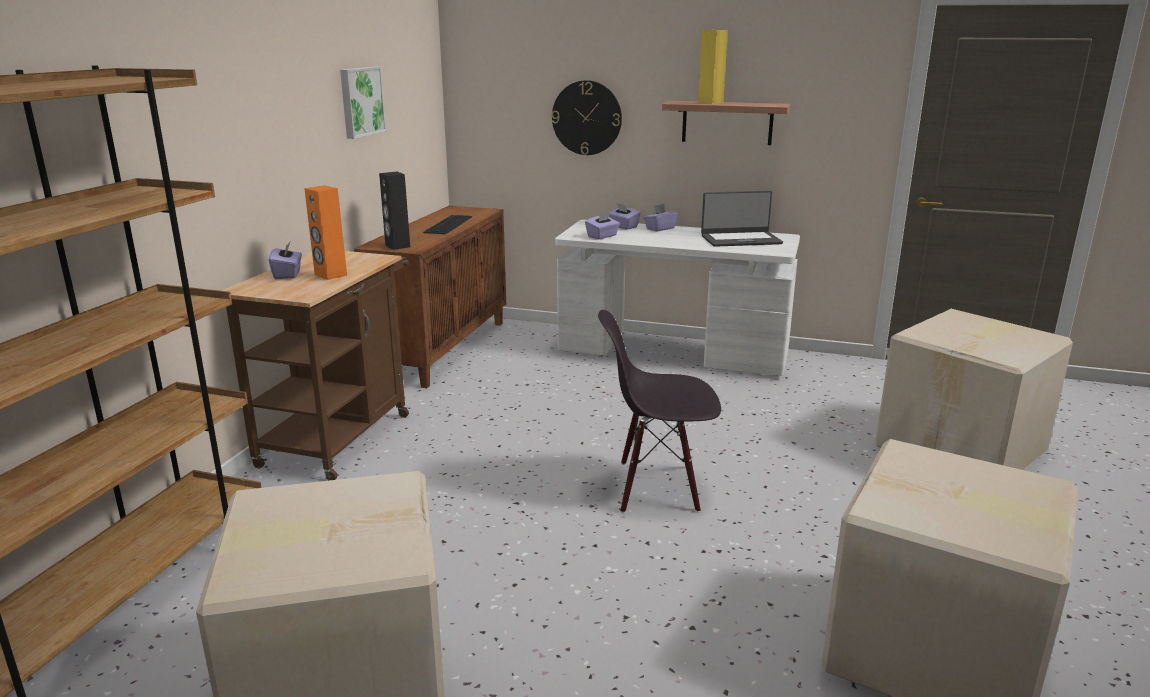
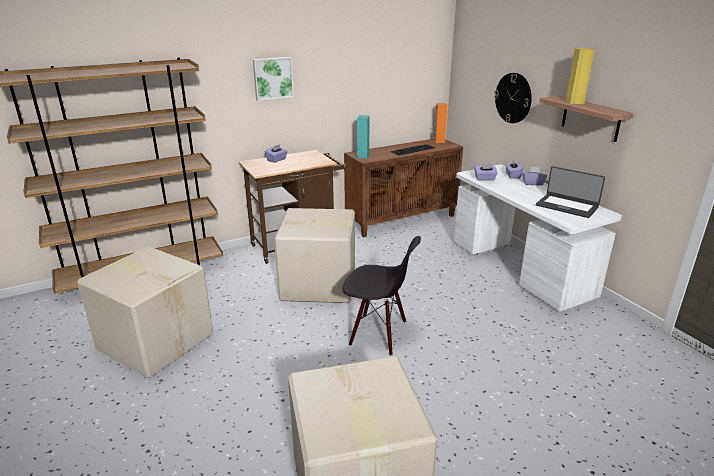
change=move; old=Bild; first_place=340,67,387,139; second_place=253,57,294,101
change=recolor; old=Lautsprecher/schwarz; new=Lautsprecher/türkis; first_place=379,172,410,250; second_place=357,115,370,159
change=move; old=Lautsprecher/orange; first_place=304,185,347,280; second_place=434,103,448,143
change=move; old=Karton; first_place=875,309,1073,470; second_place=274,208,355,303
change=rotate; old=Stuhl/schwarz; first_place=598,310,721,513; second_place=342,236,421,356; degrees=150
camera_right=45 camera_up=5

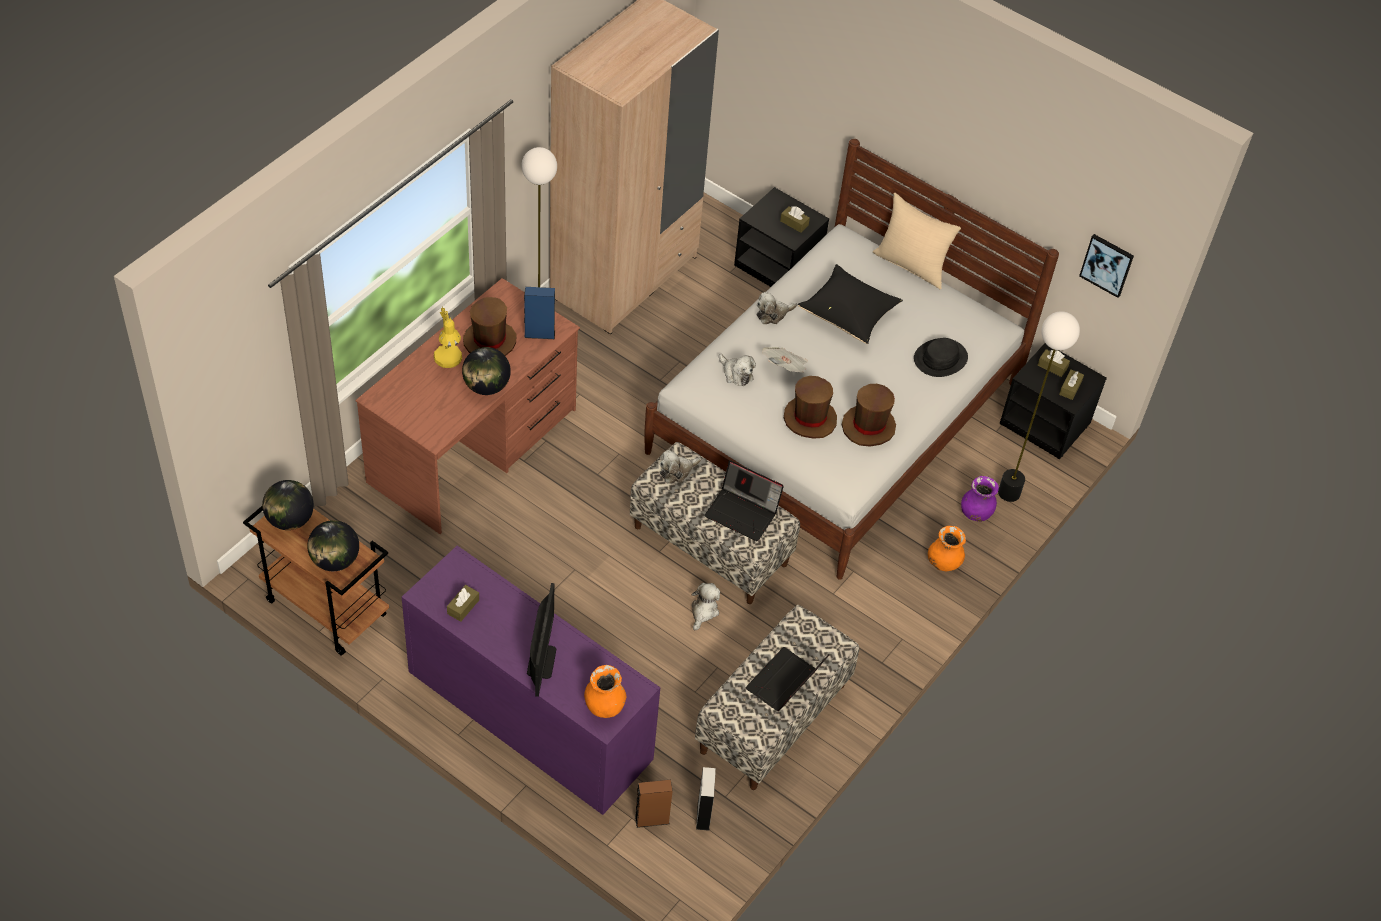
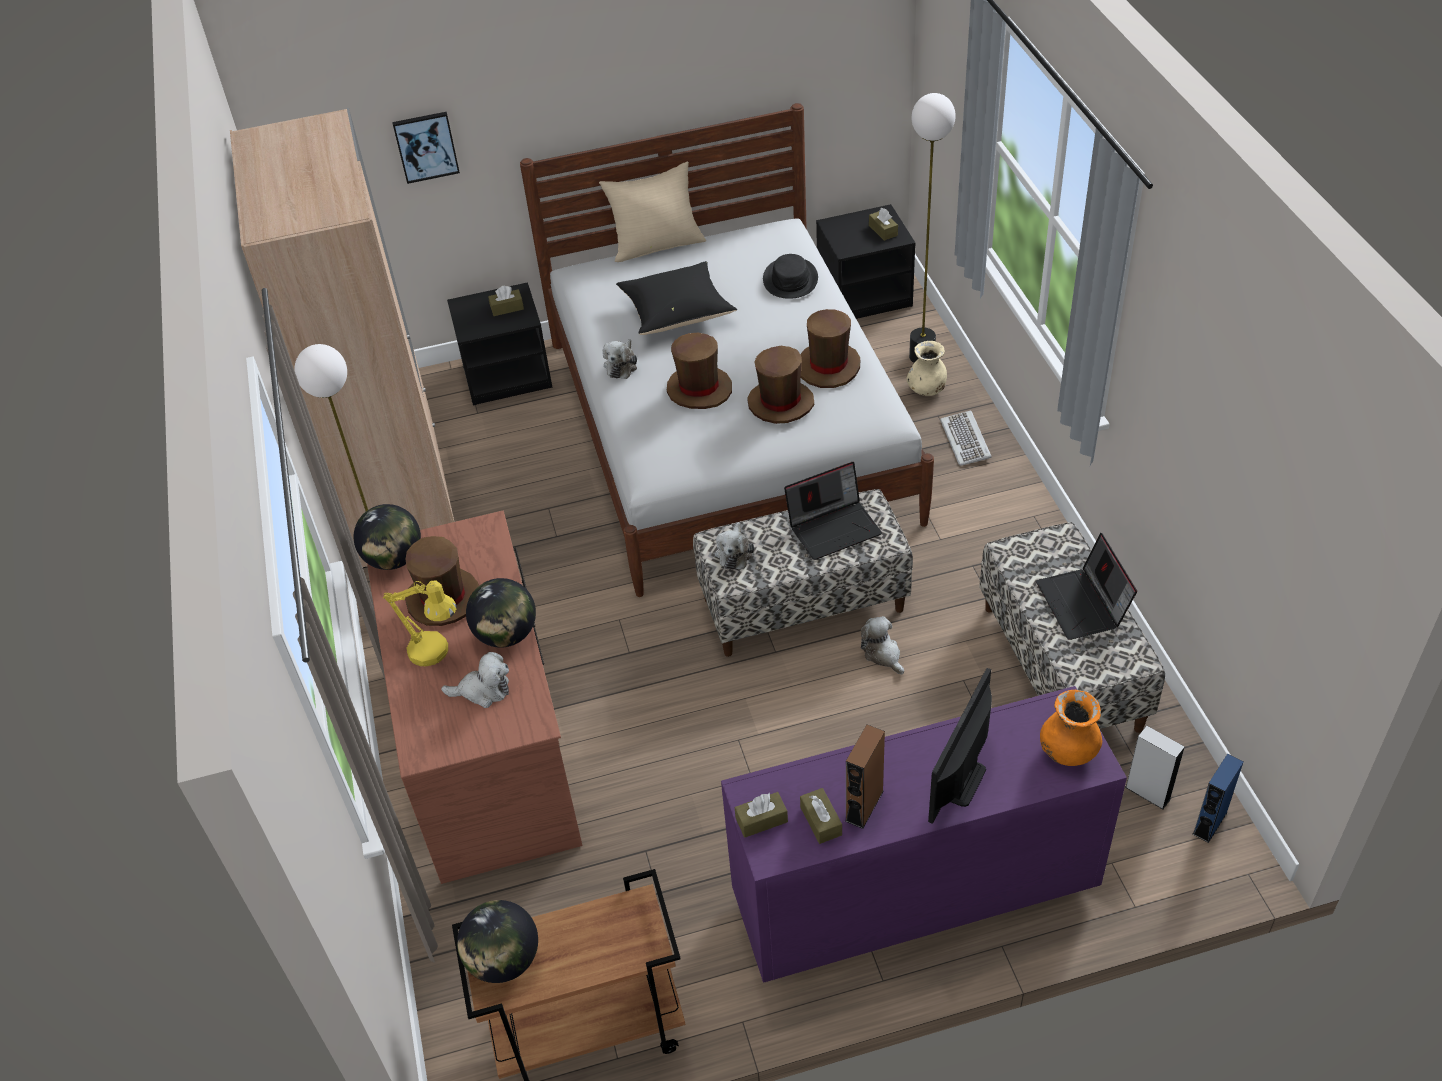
change=move; old=Bild; first_place=1079,234,1134,298; second_place=392,112,460,184
change=move; old=Lautsprecher/blau; first_place=524,287,555,339; second_place=1193,754,1243,843
change=replace; old=Zeitung; new=Hut/braun; first_place=762,347,808,373; second_place=667,333,732,409
change=move; old=Taschentuchbox/braun; first_place=1038,349,1070,377; second_place=735,792,788,838
change=move; old=Plüschtier; first_place=719,354,756,386; second_place=441,652,509,708
change=recolor; old=Vase/lila; new=Vase/beige; first_place=961,476,999,522; second_place=907,341,947,396
change=move; old=Globus; first_place=307,520,359,571; second_place=354,504,421,570
change=replace; old=Vase/orange; new=Tastatur; first_place=928,526,966,571; second_place=940,411,992,466
change=rotate; old=Monitor; first_place=527,583,556,697; second_place=928,668,992,824; degrees=-105
change=move; old=Lautsprecher/braun; first_place=635,780,673,828; second_place=845,725,885,829
camera_right=-45 camera_up=-5

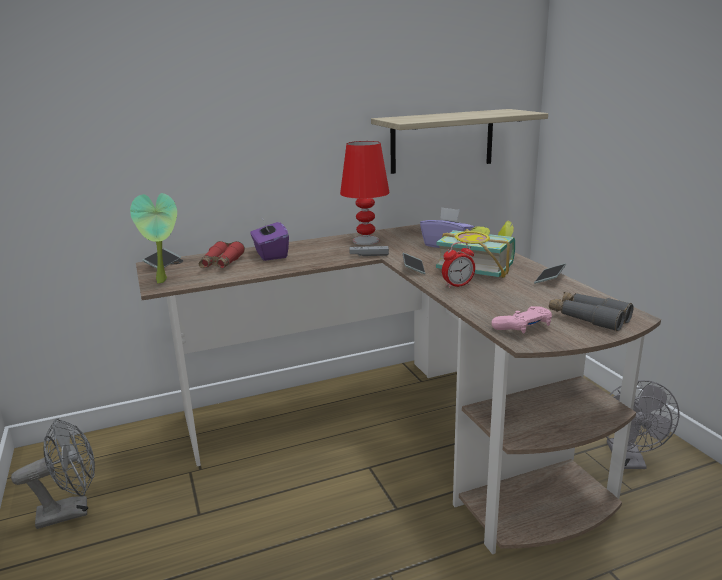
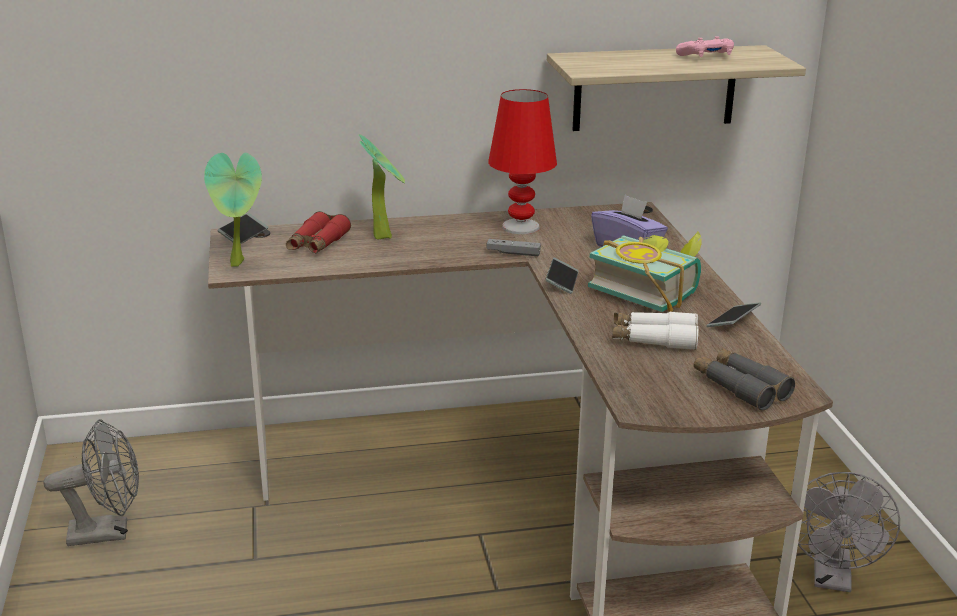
change=replace; old=Taschentuchbox/lila; new=Topfpflanze; first_place=250,216,289,261; second_place=359,134,405,239
change=delete; old=Wecker; first_place=442,242,475,288
change=move; old=Gamepad/rosa; first_place=491,306,552,334; second_place=676,36,734,57
change=insert; new=Fernglas/weiß; second_place=612,312,698,350
camera_right=10 camera_up=5

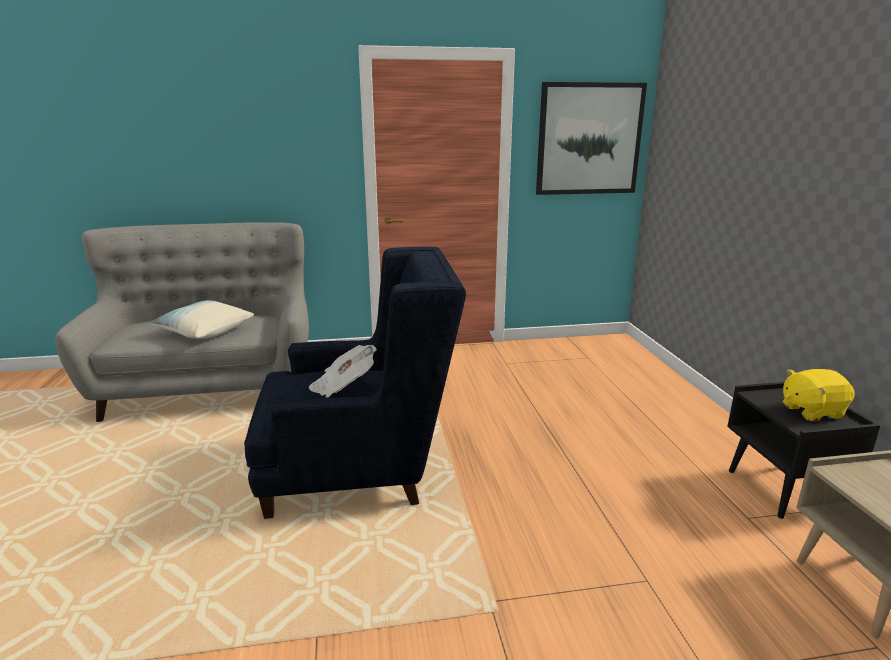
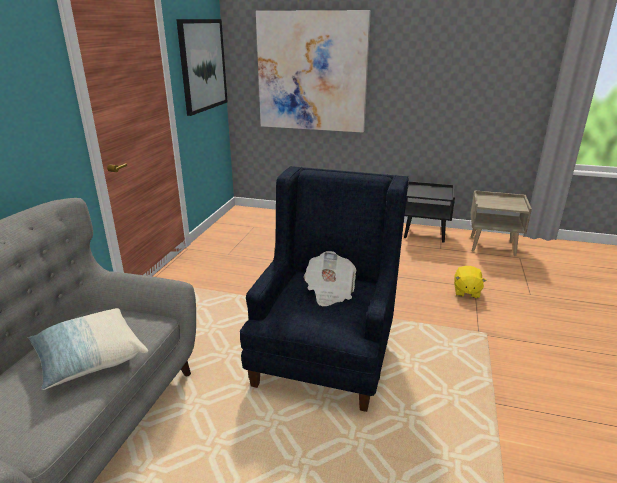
change=move; old=Plüschtier/gelb; first_place=783,369,855,421; second_place=454,266,487,298
change=insert; new=Bild; second_place=256,10,371,133
camera_right=-65 camera_up=5

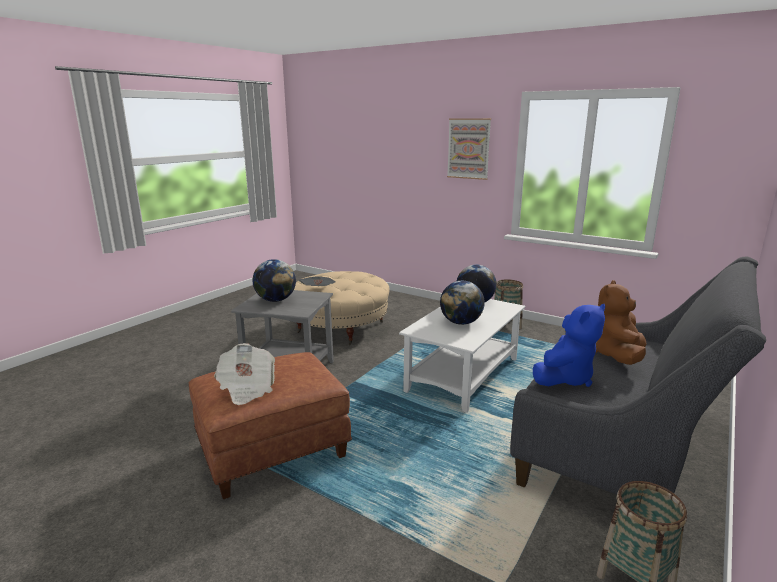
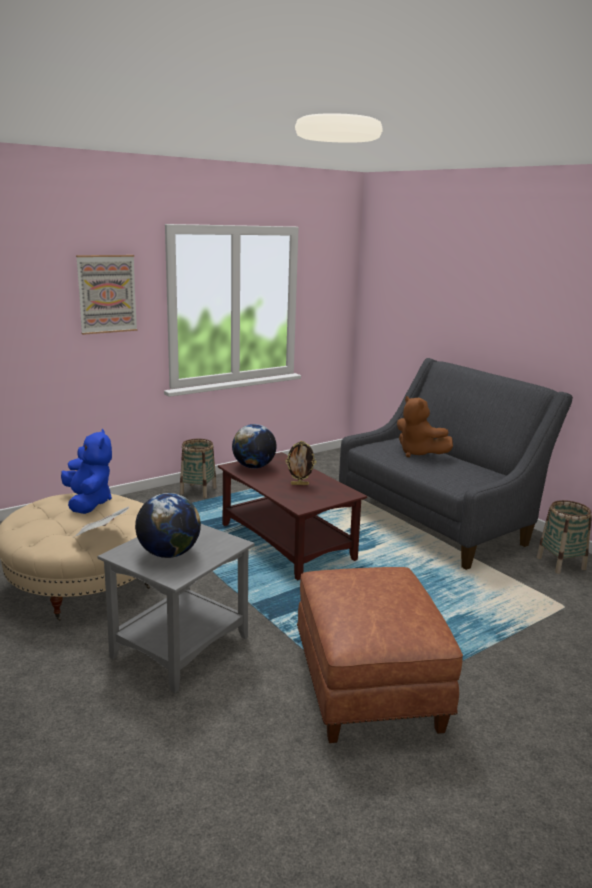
change=replace; old=Globus; new=Bilderrahmen; first_place=440,281,485,325; second_place=286,441,316,485
change=recolor; old=Couchtisch/weiß; new=Couchtisch/braun; first_place=399,299,525,413; second_place=218,452,367,580
change=move; old=Plüschtier/blau; first_place=533,304,605,387; second_place=61,429,112,514
change=delete; old=Zeitung; first_place=214,343,275,405
camera_right=-70 camera_up=0

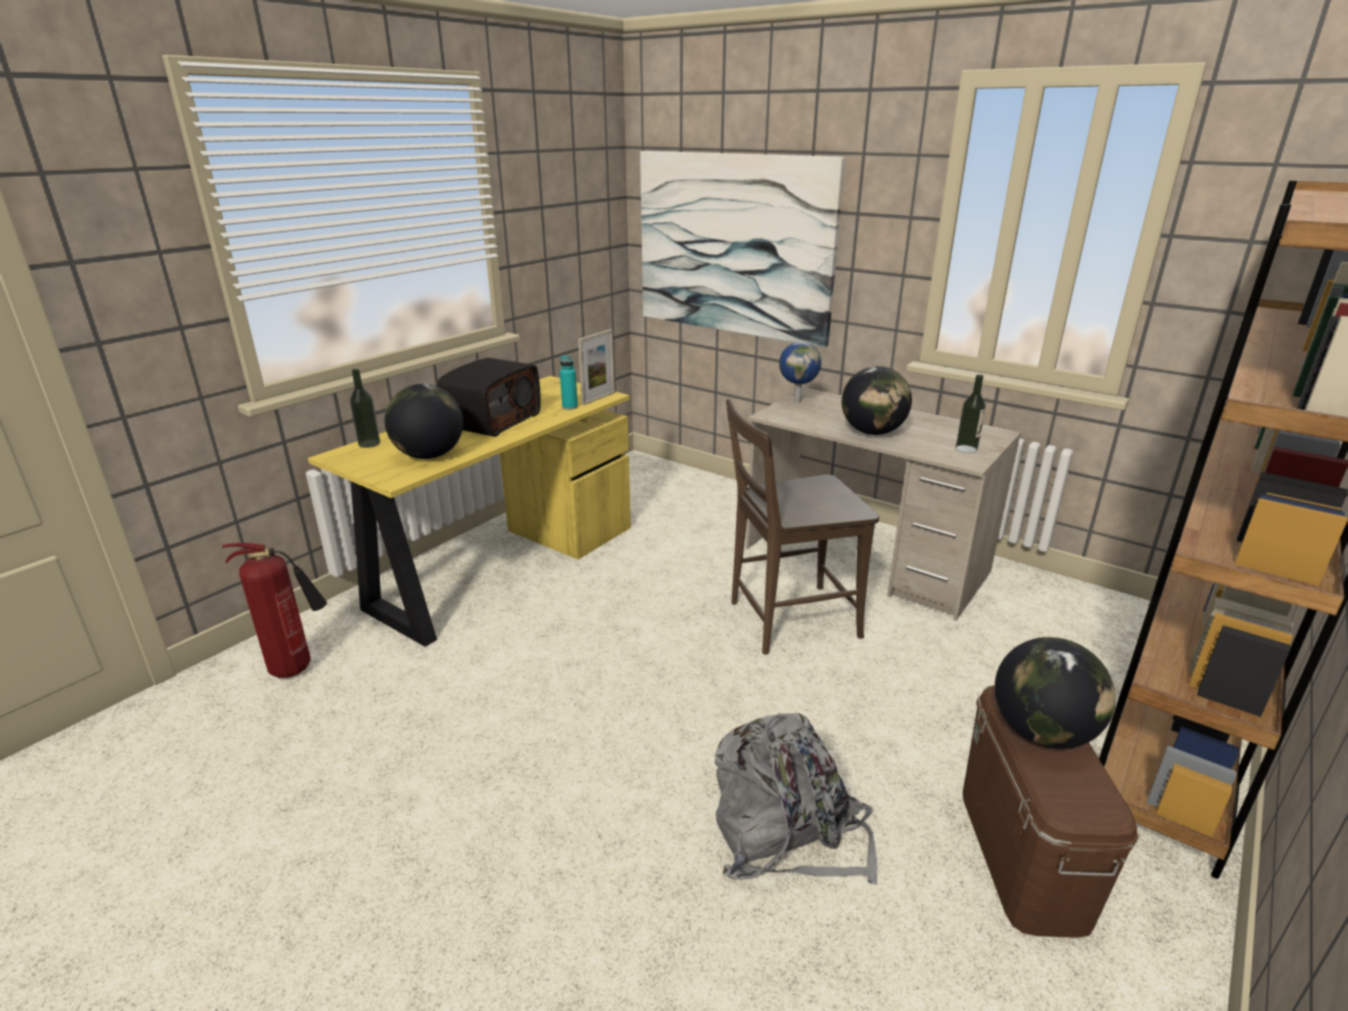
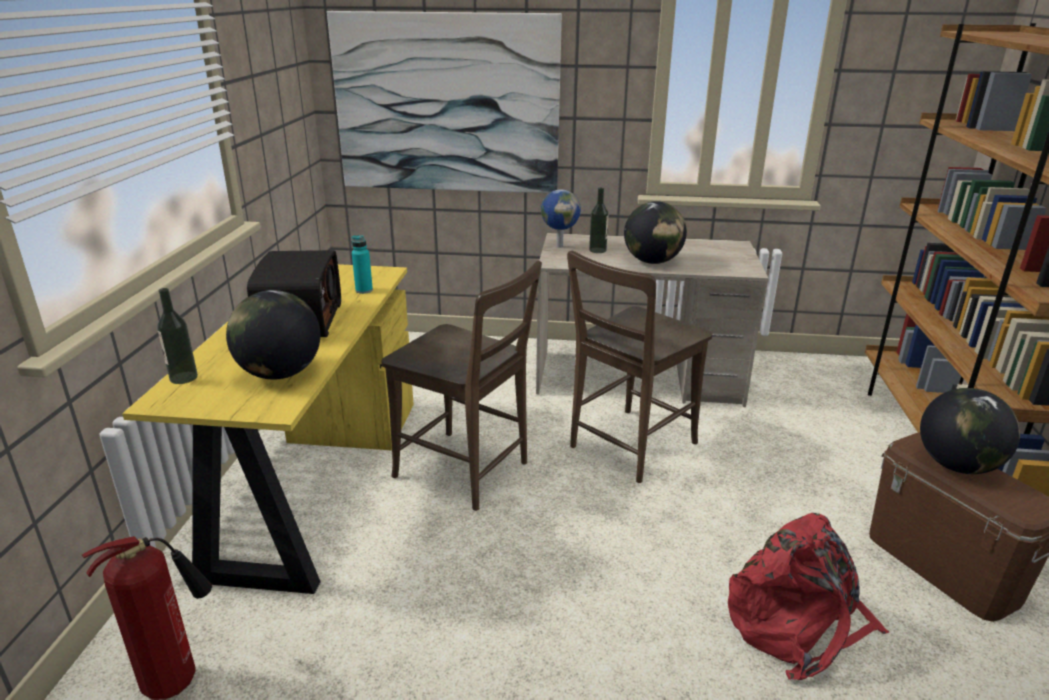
change=delete; old=Bilderrahmen; first_place=578,329,615,405
change=move; old=Flasche; first_place=956,374,986,453; second_place=589,187,609,253
change=recolor; old=Rucksack/grau; new=Rucksack/rot; first_place=715,713,877,884; second_place=728,513,889,680
change=insert; new=Stuhl/braun; second_place=381,261,542,511
camera_right=-30 camera_up=0

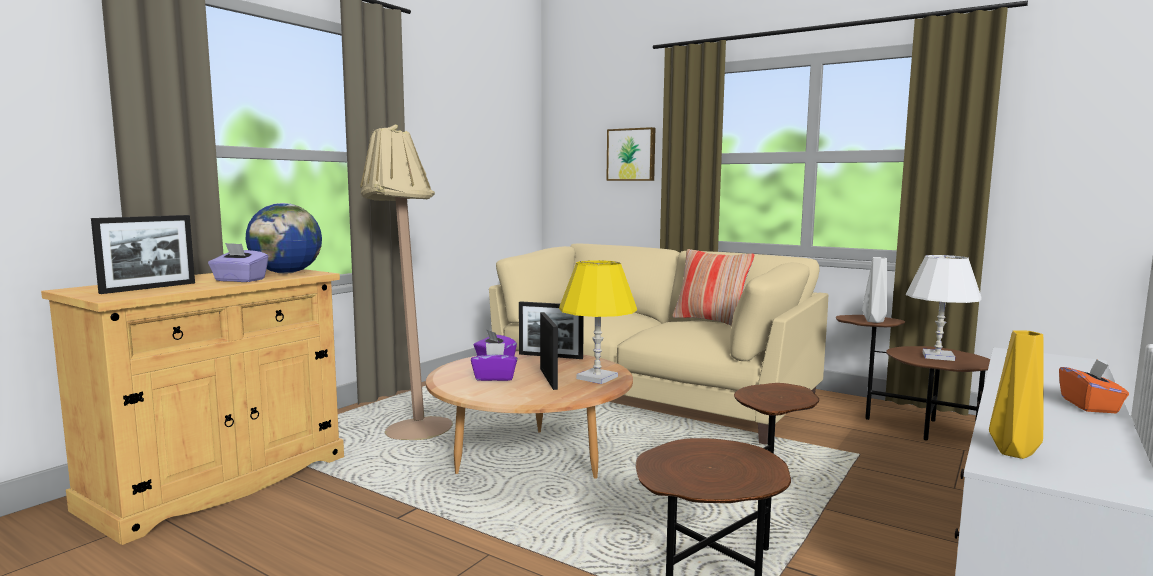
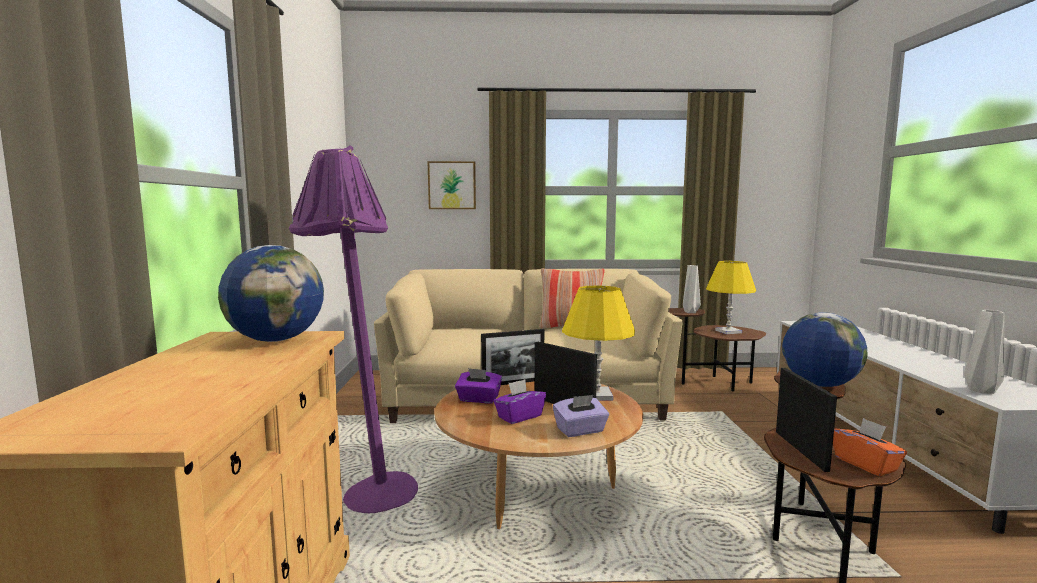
change=recolor; old=Stehlampe/beige; new=Stehlampe/lila; first_place=360,124,453,440; second_place=289,145,418,513
change=move; old=Bilderrahmen; first_place=91,215,195,294; second_place=776,368,837,472
change=move; old=Taschentuchbox/lila; first_place=208,243,269,282; second_place=553,395,609,437
change=recolor; old=Tischlampe/weiß; new=Tischlampe/gelb; first_place=906,255,982,361; second_place=706,261,756,334
change=recolor; old=Vase/gelb; new=Vase/grau; first_place=989,330,1044,459; second_place=964,310,1004,394
change=move; old=Taschentuchbox/orange; first_place=1059,359,1129,413; second_place=833,418,907,476
change=insert; new=Globus; second_place=782,312,868,387
camera_right=-35 camera_up=0

